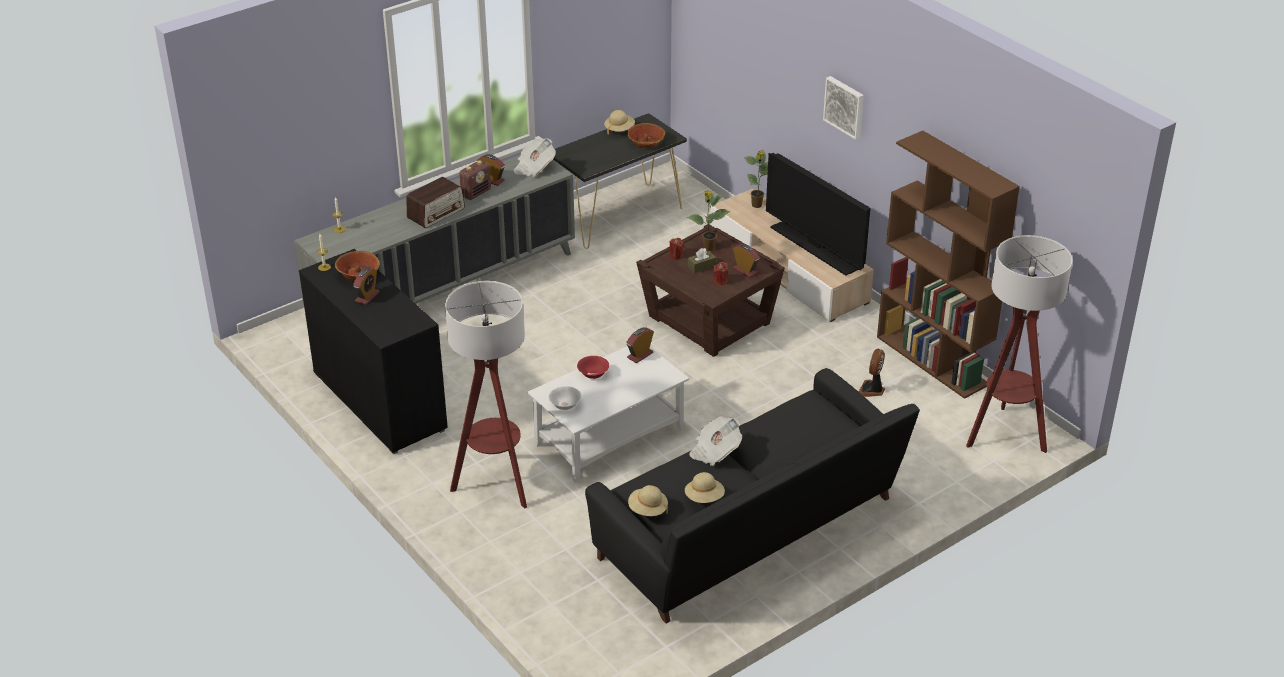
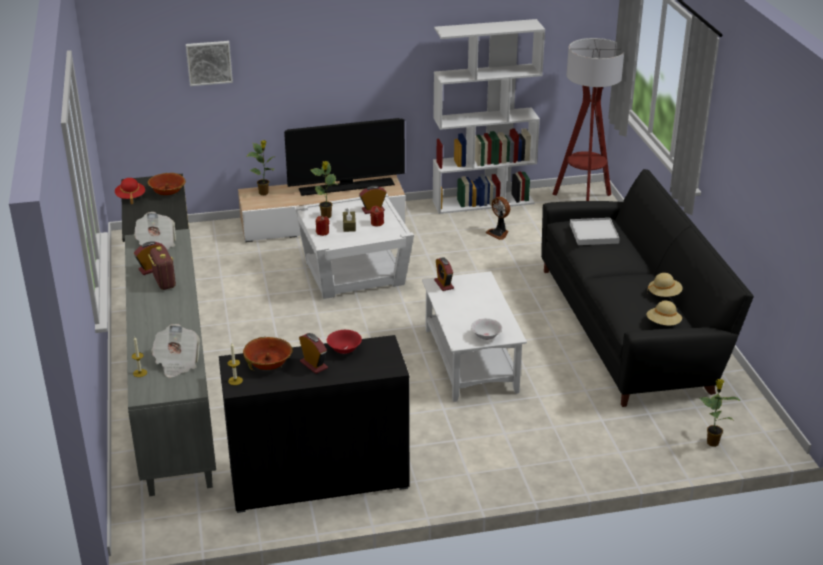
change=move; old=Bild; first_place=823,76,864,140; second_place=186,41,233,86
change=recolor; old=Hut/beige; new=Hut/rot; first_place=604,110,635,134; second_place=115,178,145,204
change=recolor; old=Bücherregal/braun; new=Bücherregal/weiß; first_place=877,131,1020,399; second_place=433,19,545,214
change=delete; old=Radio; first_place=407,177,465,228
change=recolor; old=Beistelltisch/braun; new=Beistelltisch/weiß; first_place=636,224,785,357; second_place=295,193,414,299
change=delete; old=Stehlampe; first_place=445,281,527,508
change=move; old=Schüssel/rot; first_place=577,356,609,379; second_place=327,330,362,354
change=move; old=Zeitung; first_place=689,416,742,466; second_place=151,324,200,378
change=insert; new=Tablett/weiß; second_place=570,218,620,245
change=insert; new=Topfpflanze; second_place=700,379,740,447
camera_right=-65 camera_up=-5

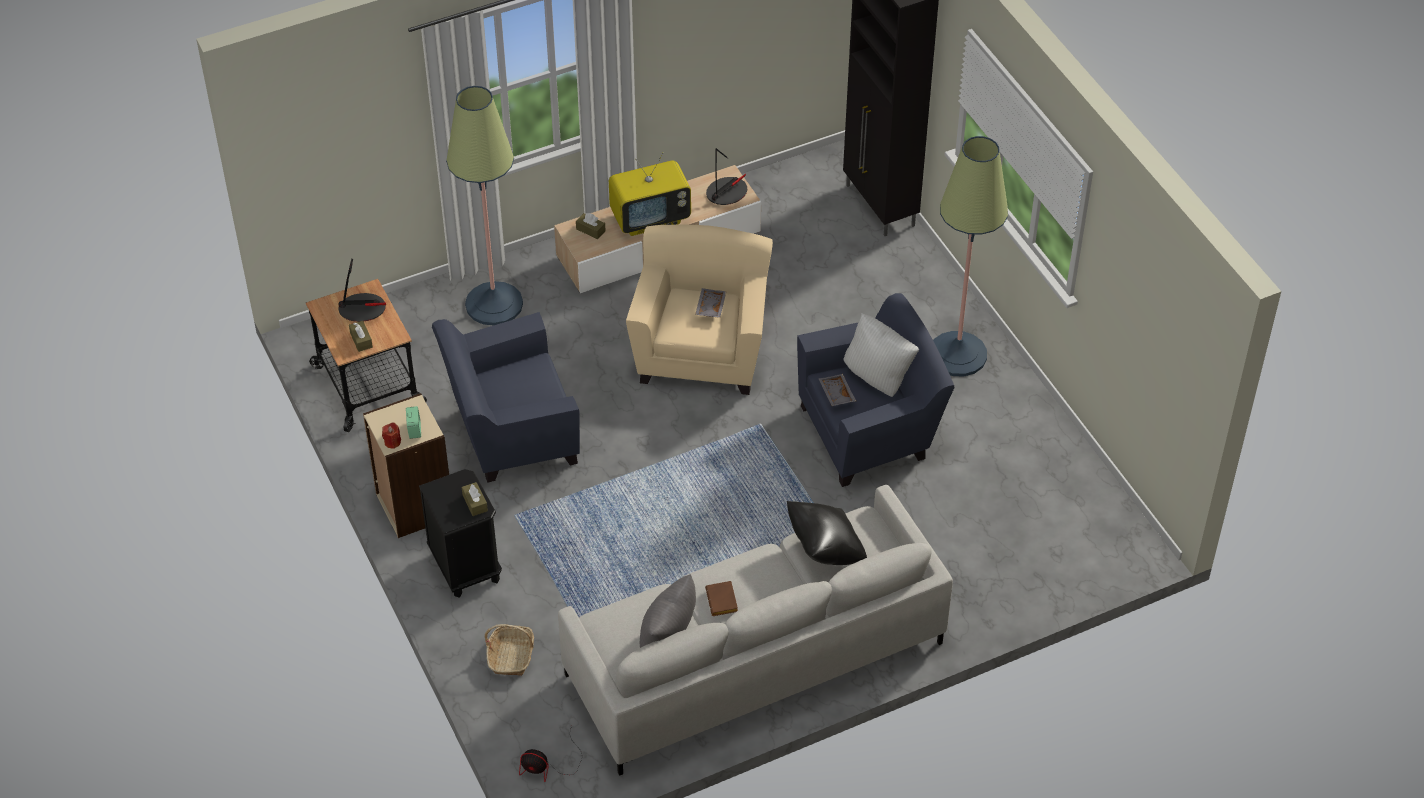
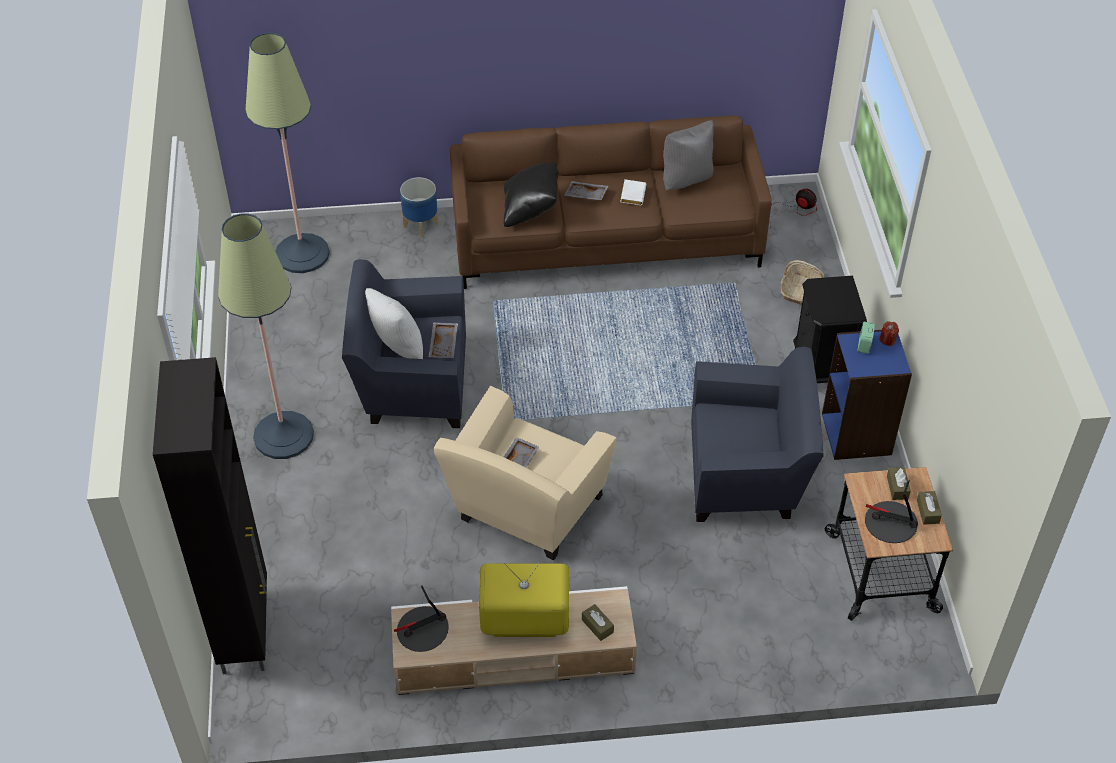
change=move; old=Stehlampe; first_place=446,86,523,326; second_place=245,33,330,273
change=recolor; old=Bücherregal/beige; new=Bücherregal/blau; first_place=363,393,449,538; second_place=822,330,912,460
change=move; old=Taschentuchbox/braun; first_place=462,482,488,516; second_place=917,491,942,525
change=recolor; old=Sofa/grau; new=Sofa/braun; first_place=558,485,953,776; second_place=450,116,772,289
change=recolor; old=Buch/braun; new=Buch/weiß; first_place=705,581,738,616; second_place=620,179,646,205
change=insert; new=Pflanzkübel; second_place=400,177,439,238
change=insert; new=Tablett/grau; second_place=564,181,608,200
camera_right=-160 camera_up=0

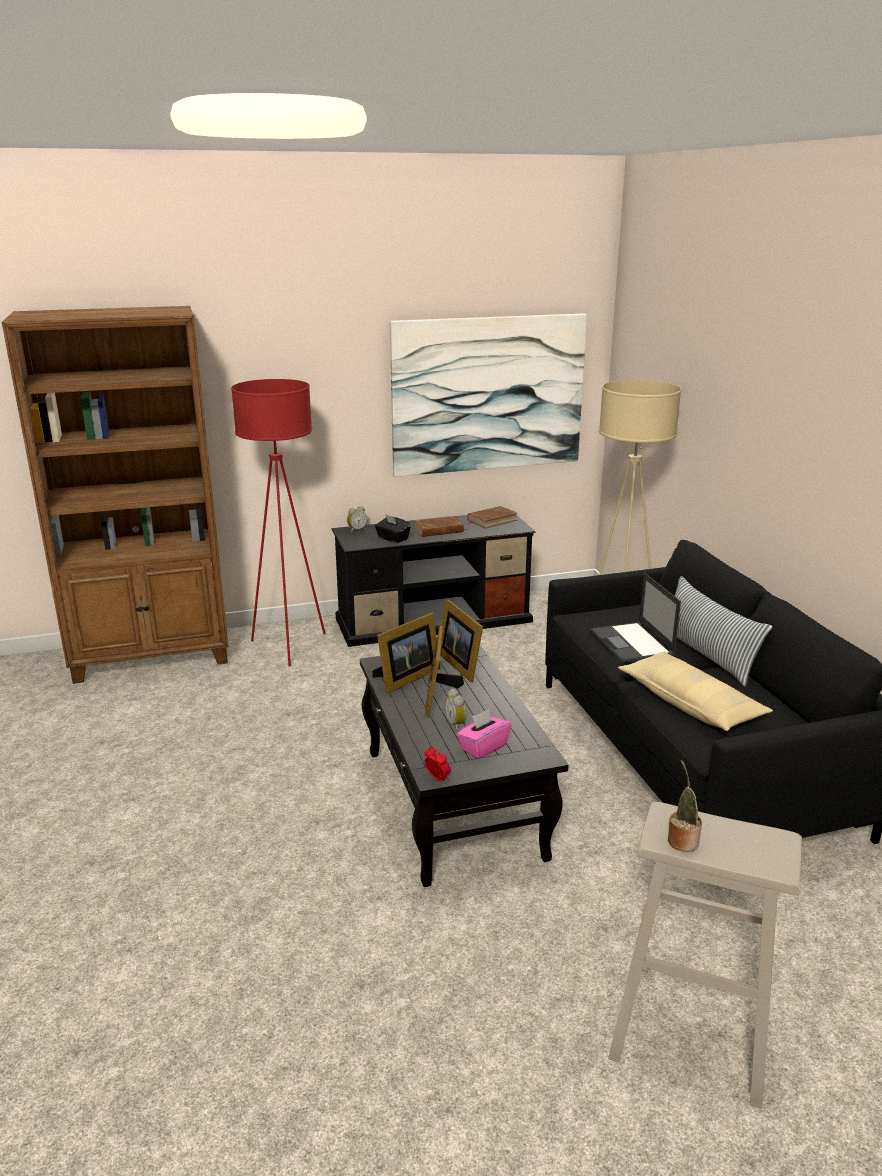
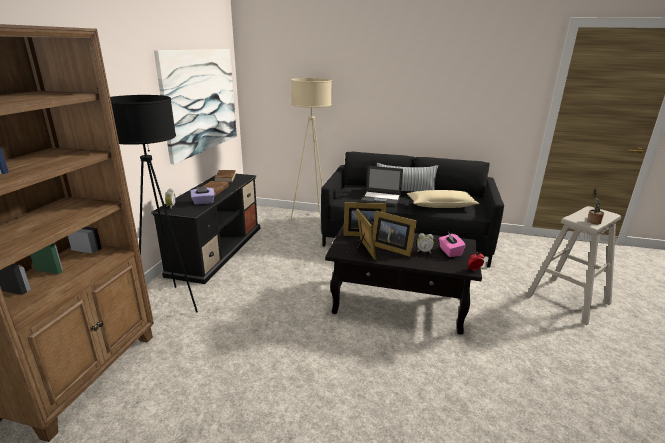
change=recolor; old=Stehlampe/rot; new=Stehlampe/schwarz; first_place=231,379,326,667; second_place=110,95,198,313
change=recolor; old=Taschentuchbox/schwarz; new=Taschentuchbox/lila; first_place=375,514,411,543; second_place=191,186,215,205
camera_right=-60 camera_up=0

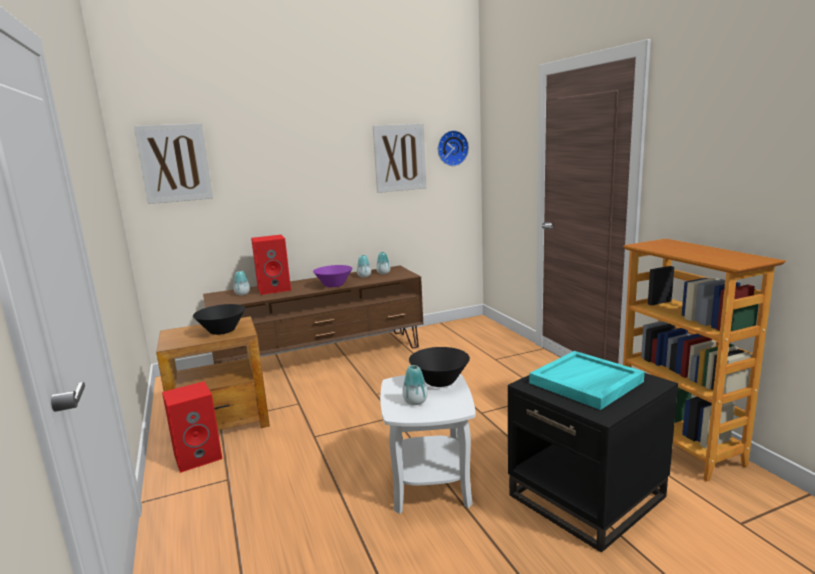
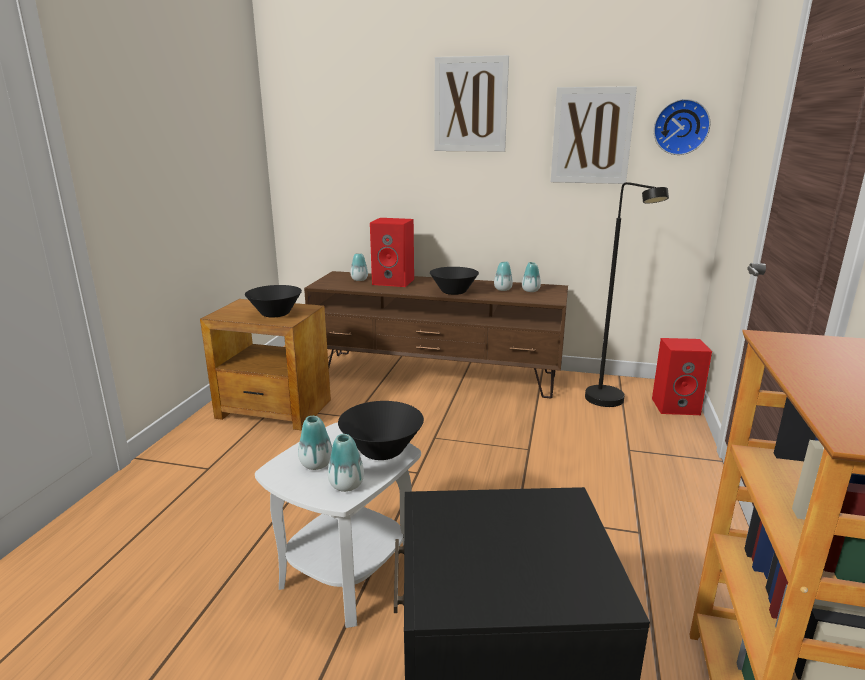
change=move; old=Bild; first_place=134,123,213,204; second_place=435,55,509,152
change=recolor; old=Schüssel/lila; new=Schüssel/schwarz; first_place=313,265,352,287; second_place=430,267,479,295
change=delete; old=Tablett/türkis; first_place=529,351,645,410
change=move; old=Lautsprecher/rot; first_place=162,381,222,473; second_place=652,338,712,415
change=insert; new=Stehlampe/schwarz; second_place=585,182,669,407
change=insert; new=Vase; second_place=328,434,364,492
camera_right=35 camera_up=5

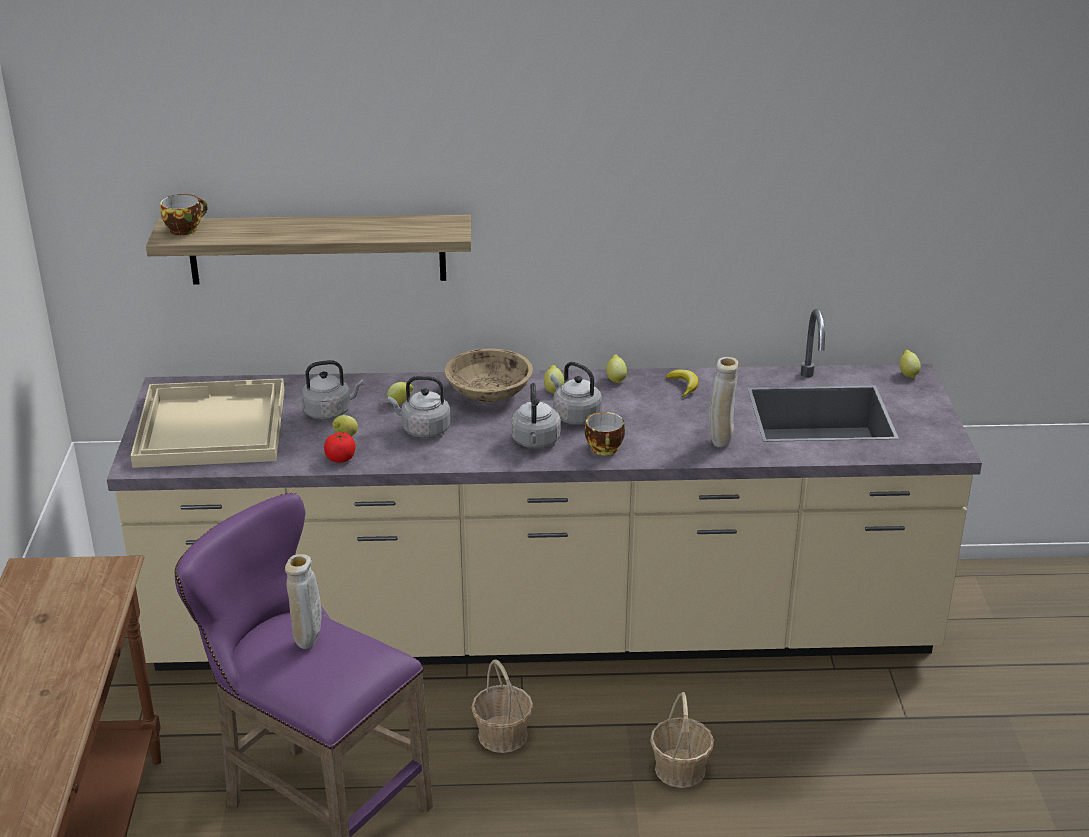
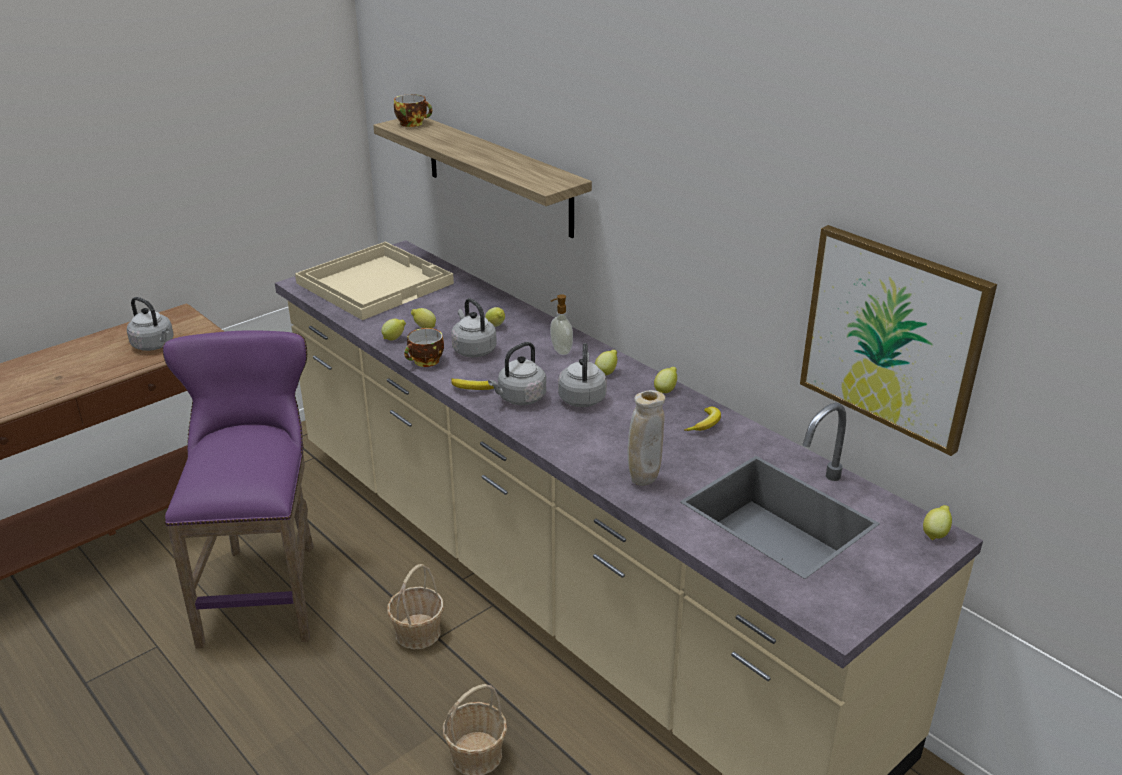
change=replace; old=Schüssel/beige; new=Seifenspender; first_place=445,348,533,403; second_place=550,294,573,355
change=move; old=Wasserkessel/grau; first_place=301,360,364,420; second_place=127,297,174,351
change=move; old=Tasse; first_place=585,412,625,455; second_place=404,328,444,367
change=replace; old=Tomate; new=Zitrone; first_place=324,432,355,463; second_place=381,319,406,340
change=delete; old=Vase/beige; first_place=285,554,322,649
change=insert; new=Bild; second_place=800,225,997,456
change=insert; new=Banane; second_place=451,378,494,390
camera_right=50 camera_up=0

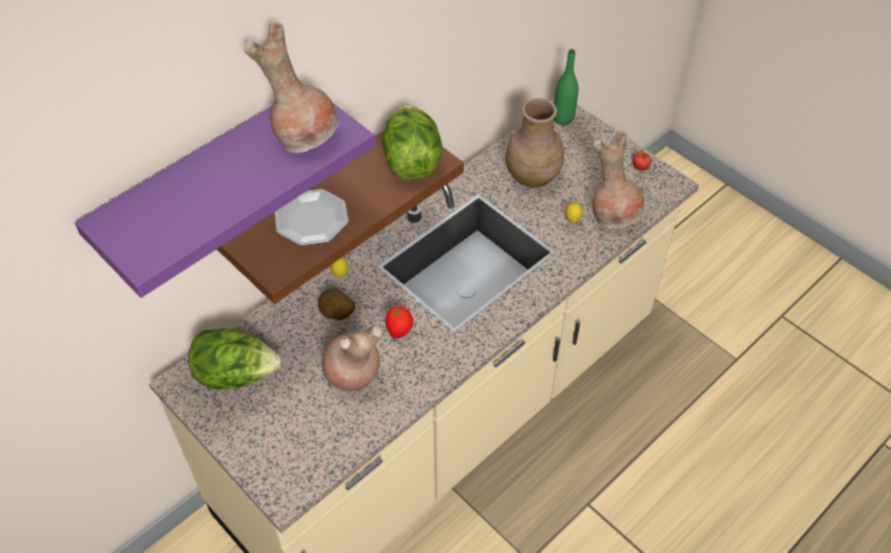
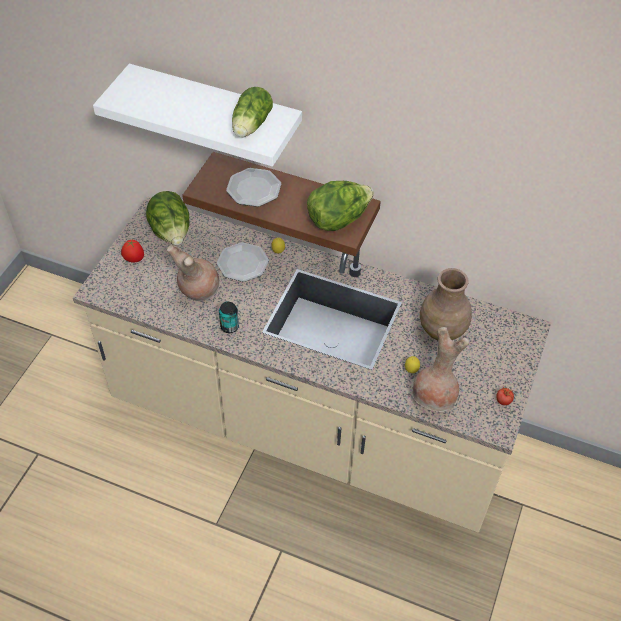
change=replace; old=Vase/braun; new=Salatkopf; first_place=244,22,339,153; second_place=232,87,273,137
change=delete; old=Flasche/grün; first_place=554,49,578,125
change=recolor; old=Wandregal/lila; new=Wandregal/weiß; first_place=75,103,375,298; second_place=93,64,302,167
change=replace; old=Kartoffel; new=Teller; first_place=318,289,355,320; second_place=217,242,269,282
change=move; old=Tomate; first_place=386,306,414,338; second_place=121,240,144,263
change=insert; new=Dose; second_place=219,302,239,333
camera_right=65 camera_up=0

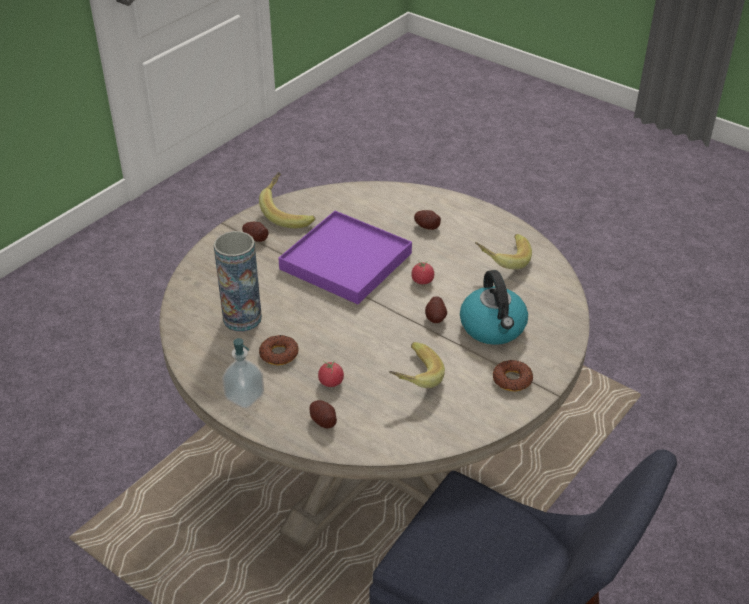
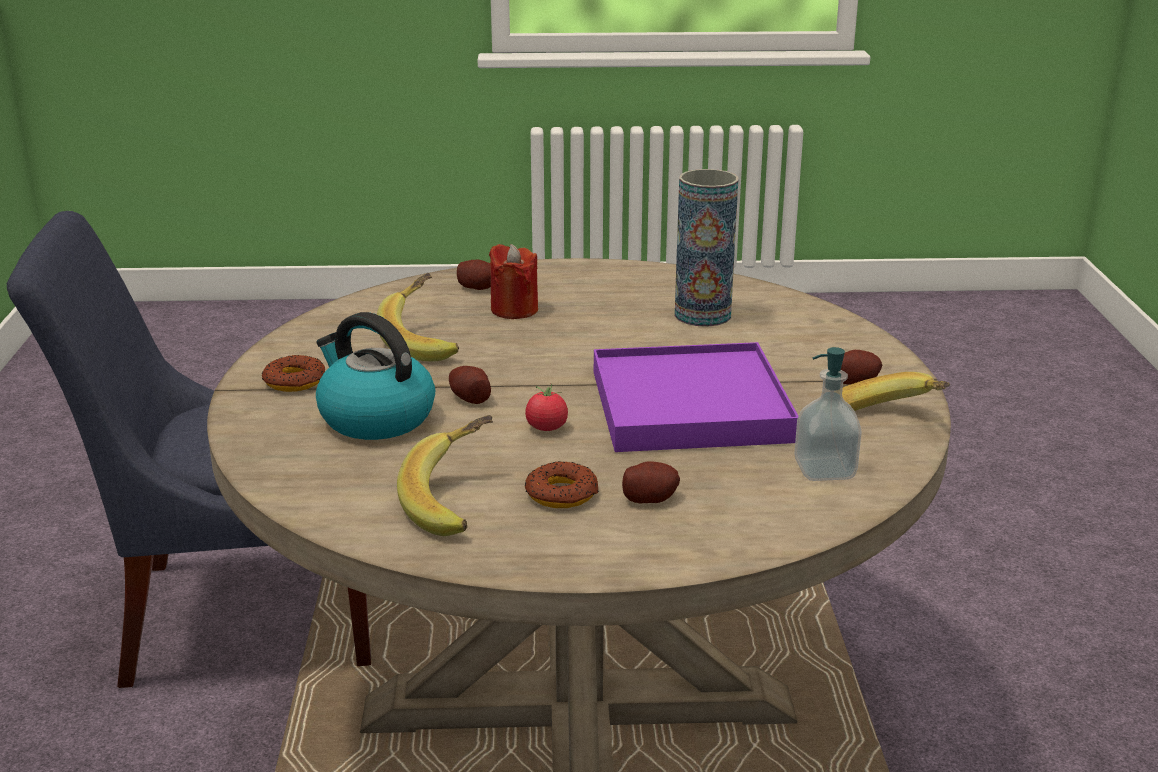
change=move; old=Donut; first_place=259,335,298,365; second_place=525,461,599,508
change=move; old=Seifenspender; first_place=222,338,264,409; second_place=794,347,862,481
change=replace; old=Tomate; new=Kerze/rot; first_place=318,361,344,387; second_place=489,244,538,319
camera_right=140 camera_up=-15

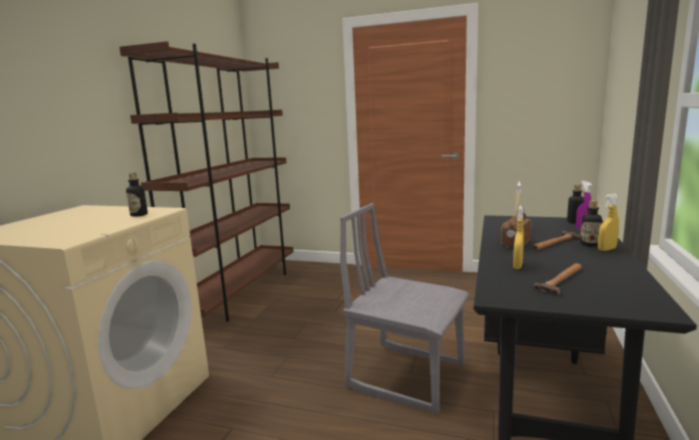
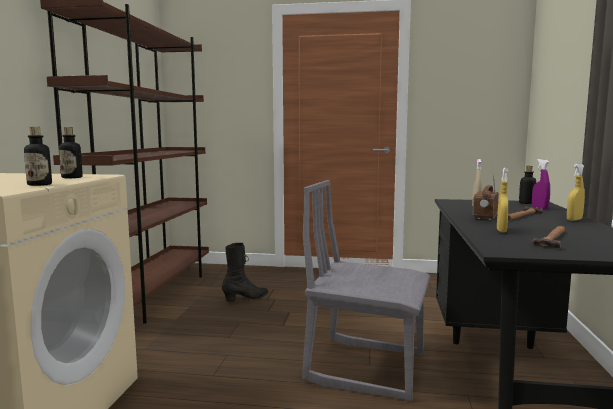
change=move; old=Flasche; first_place=580,200,602,246; second_place=24,127,52,186
change=insert; new=Stiefel/schwarz; second_place=222,243,268,302
camera_right=-10 camera_up=-5

